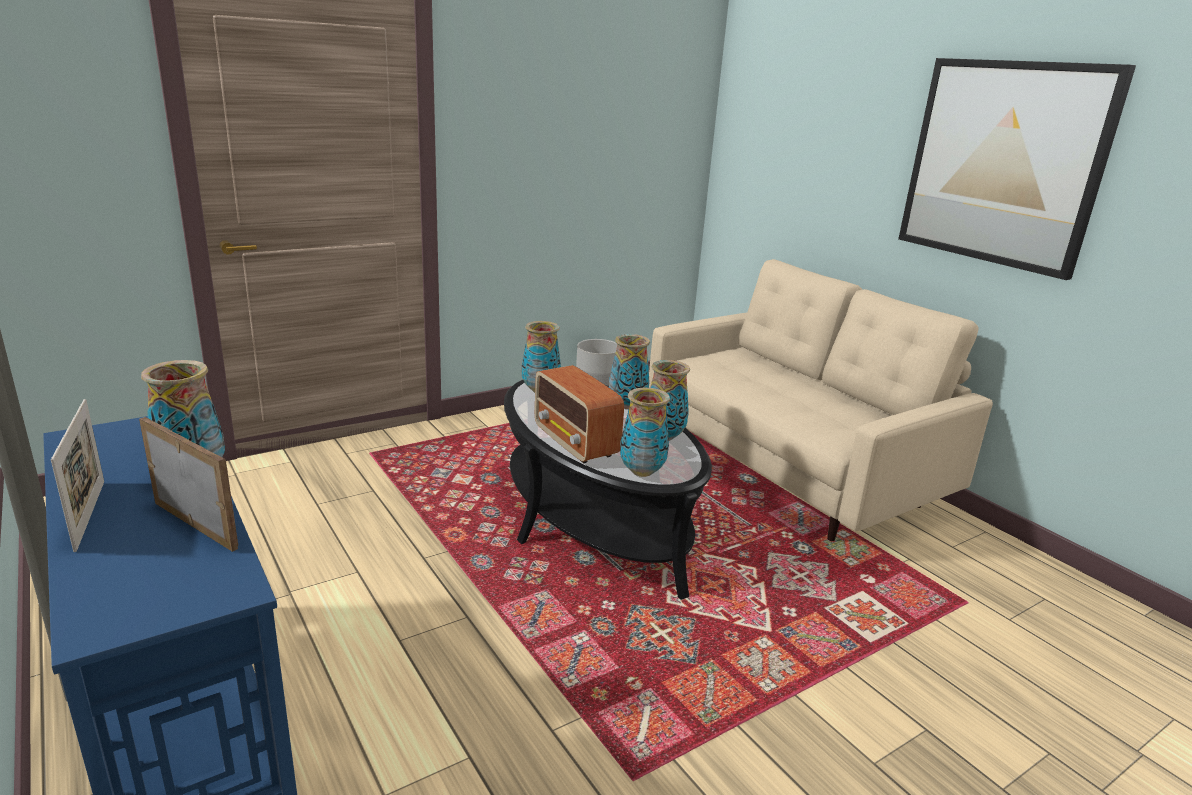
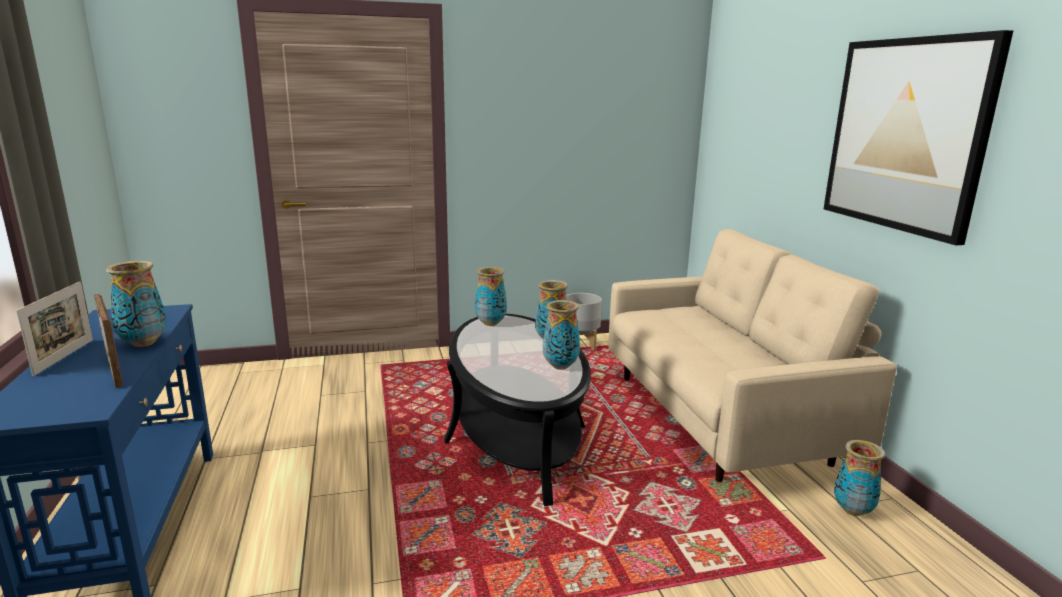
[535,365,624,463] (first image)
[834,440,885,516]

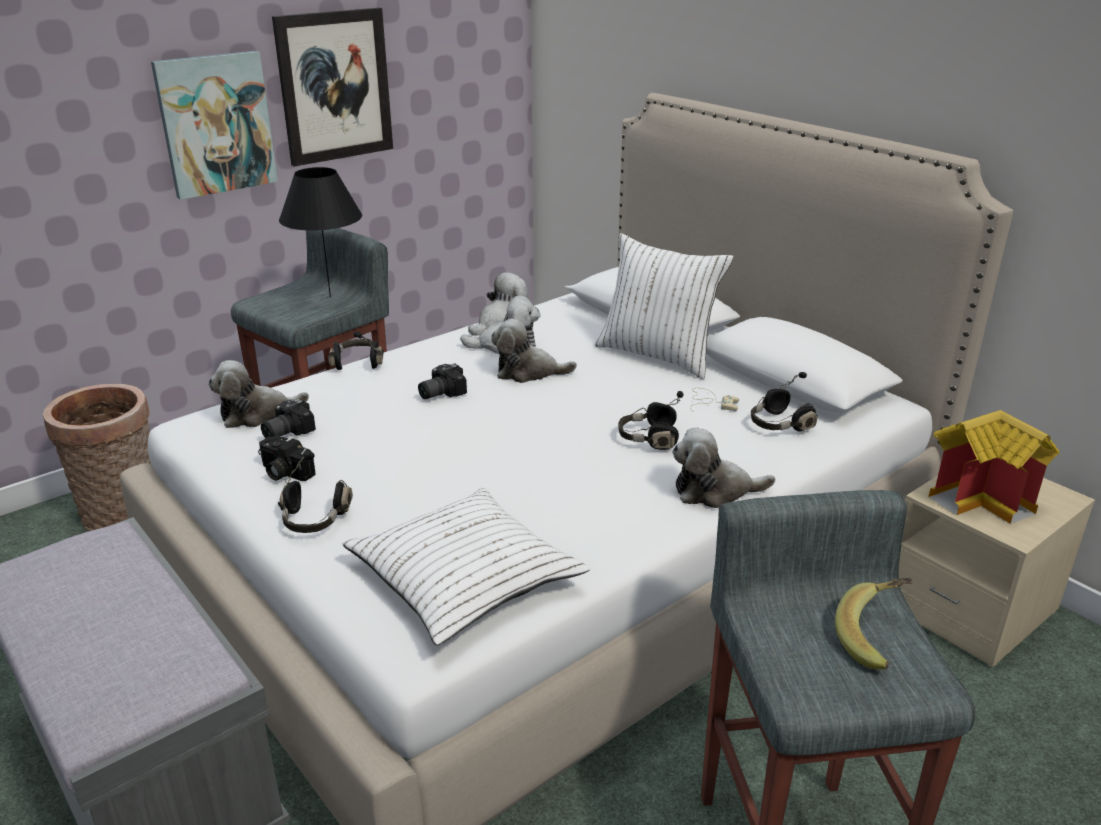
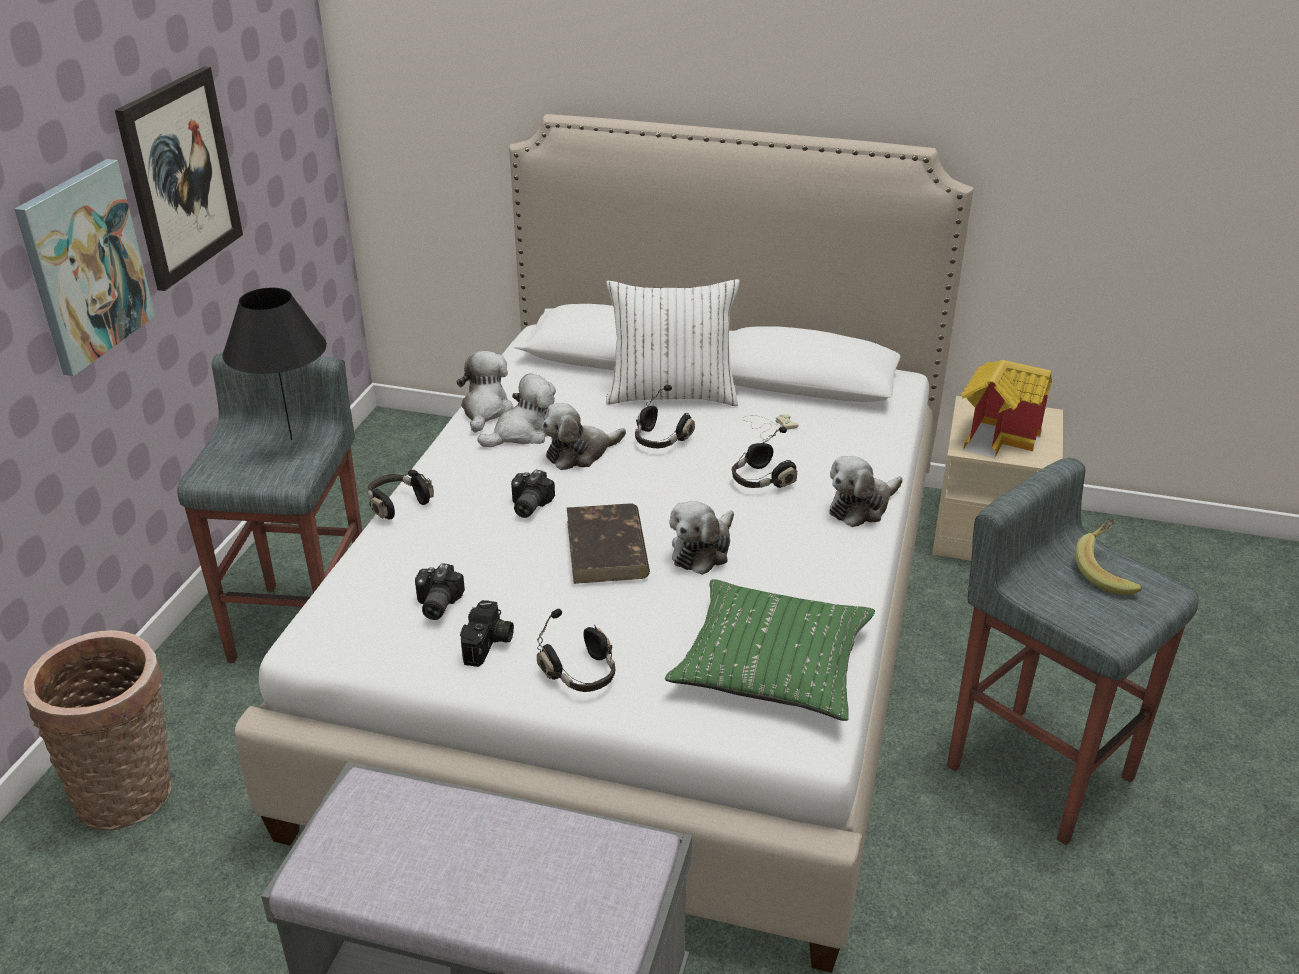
[669,501,734,575]
[635,385,695,449]
[460,600,514,667]
[665,579,875,721]
[567,503,650,584]

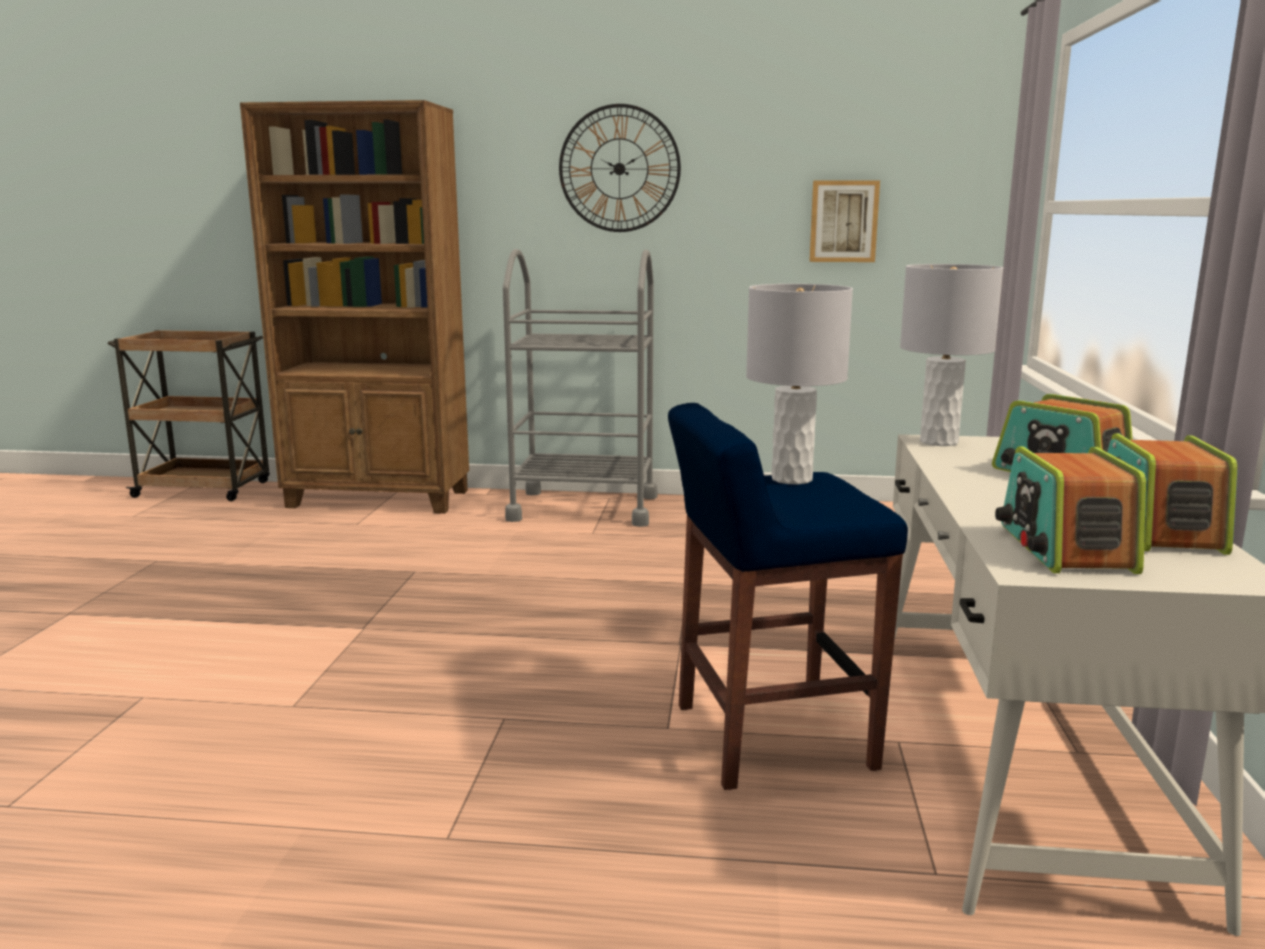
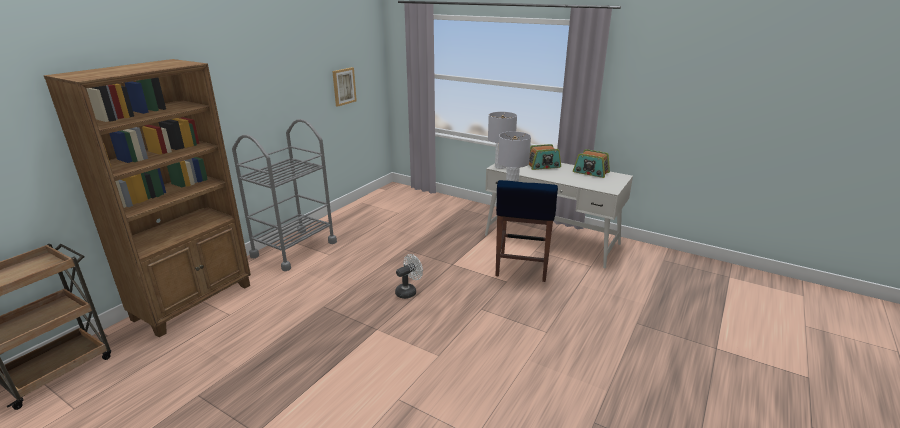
[559,104,681,232] (first image)
[995,447,1146,574] (first image)
[395,254,423,299]

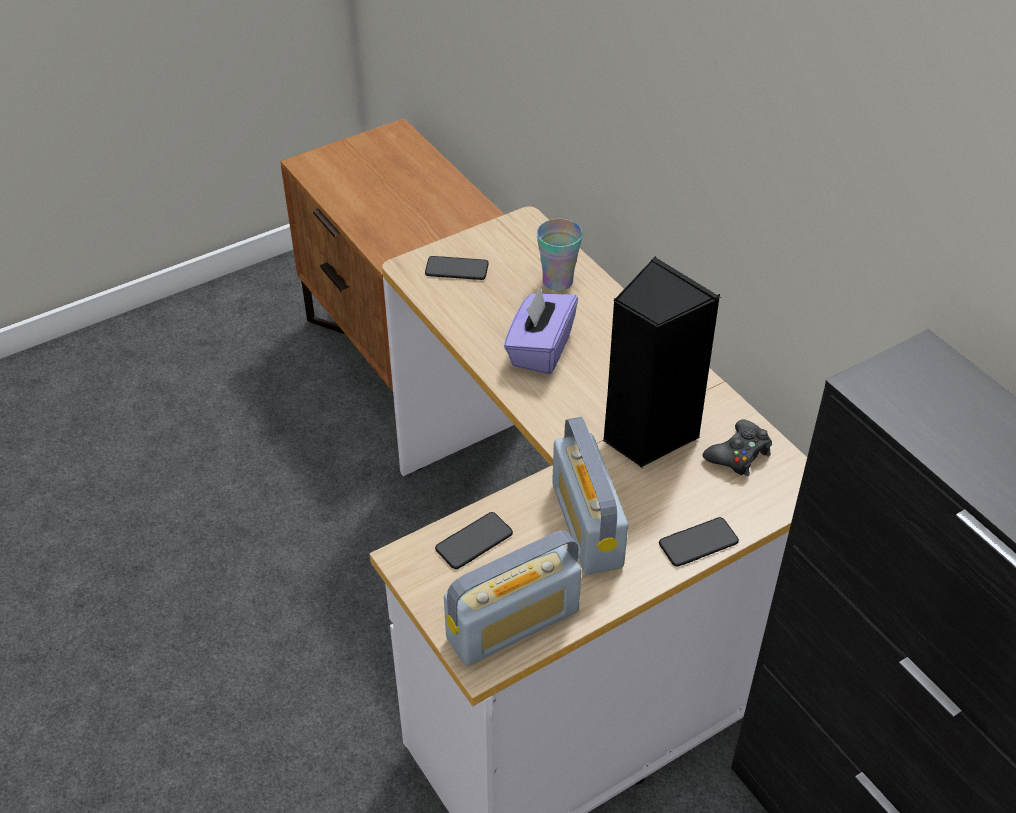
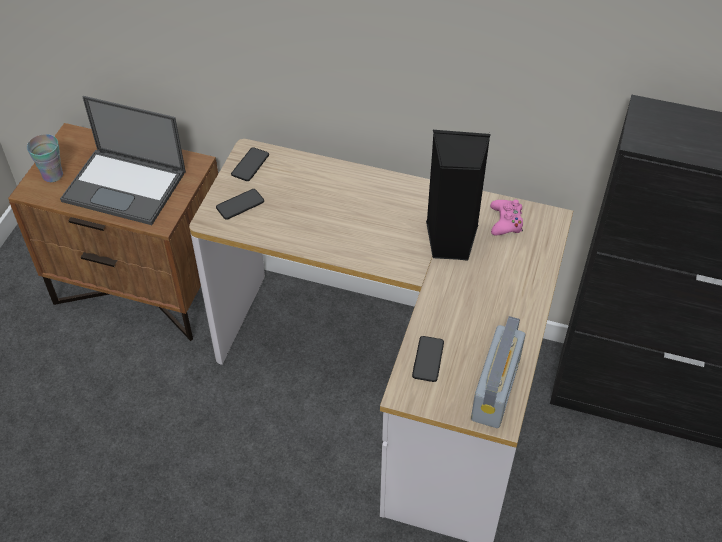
[27,134,63,182]
[504,288,578,374] (first image)
[552,417,628,575] (first image)
[490,200,523,235]
[231,147,269,181]
[60,96,186,225]

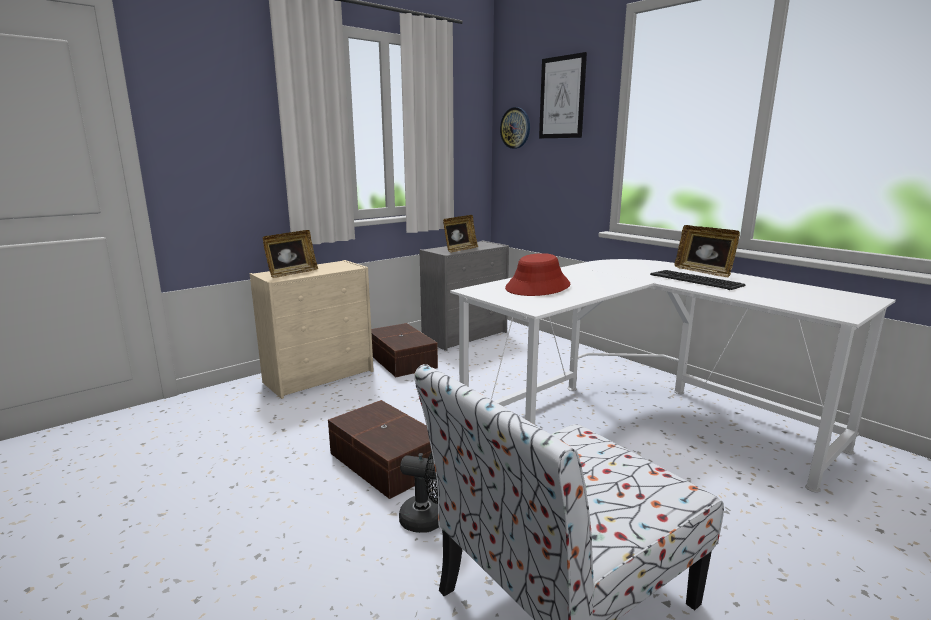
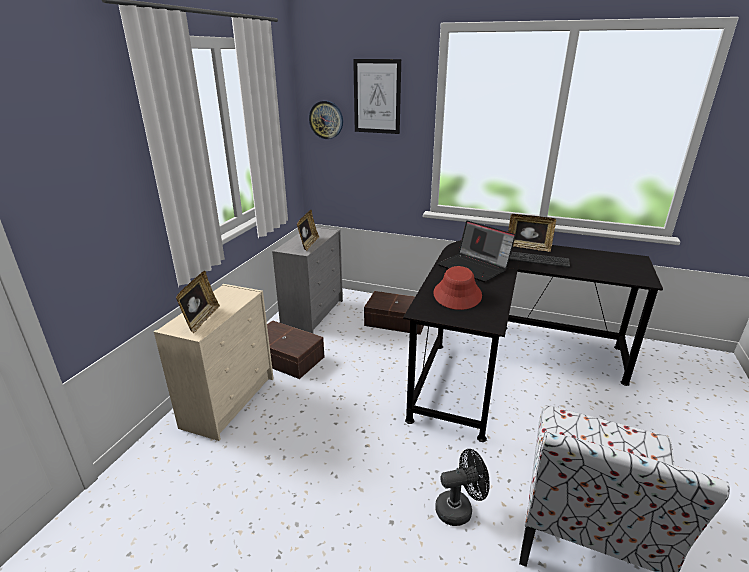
[403,240,663,442]
[364,291,424,335]
[438,221,516,282]

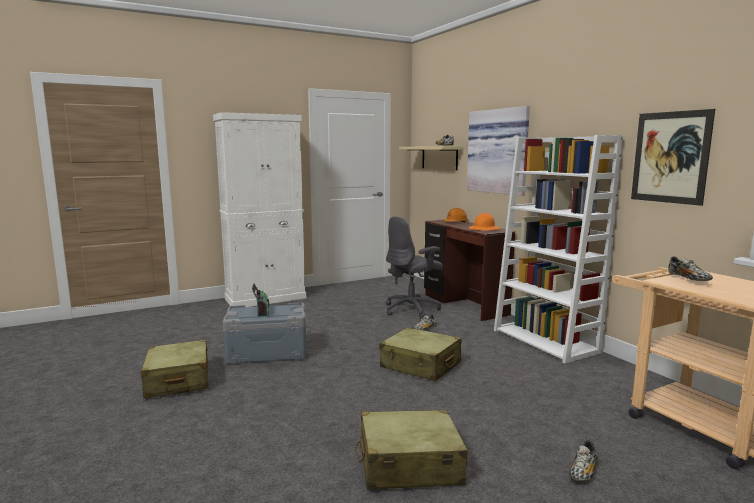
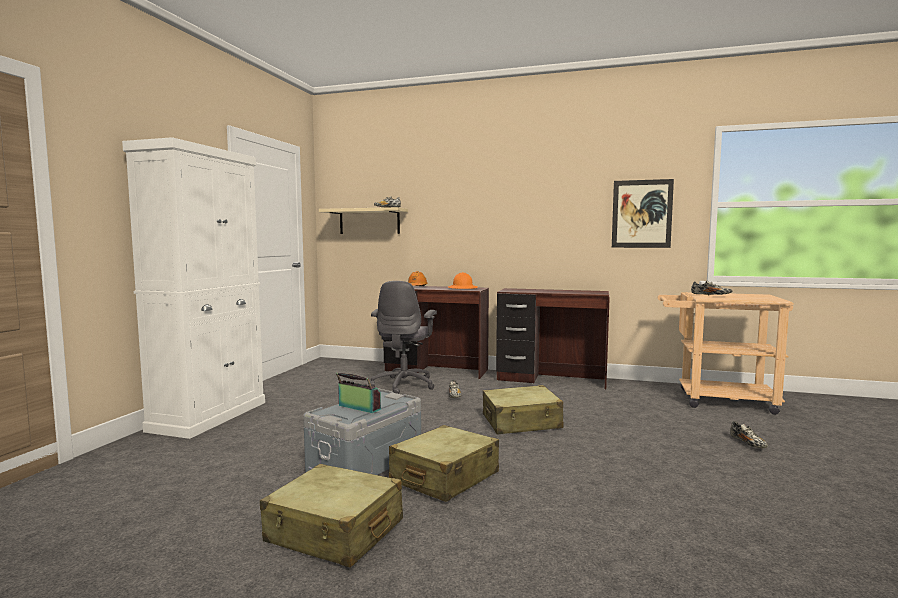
[467,106,530,196] (first image)
[496,288,610,390]
[389,425,499,502]

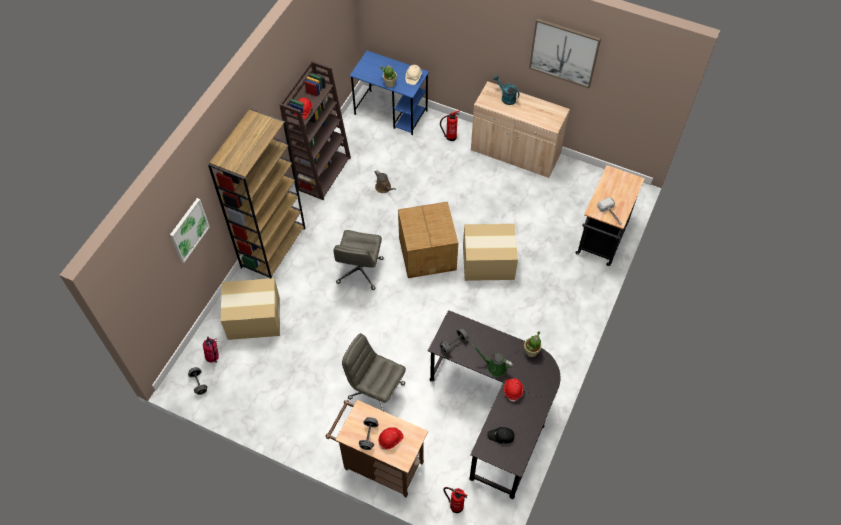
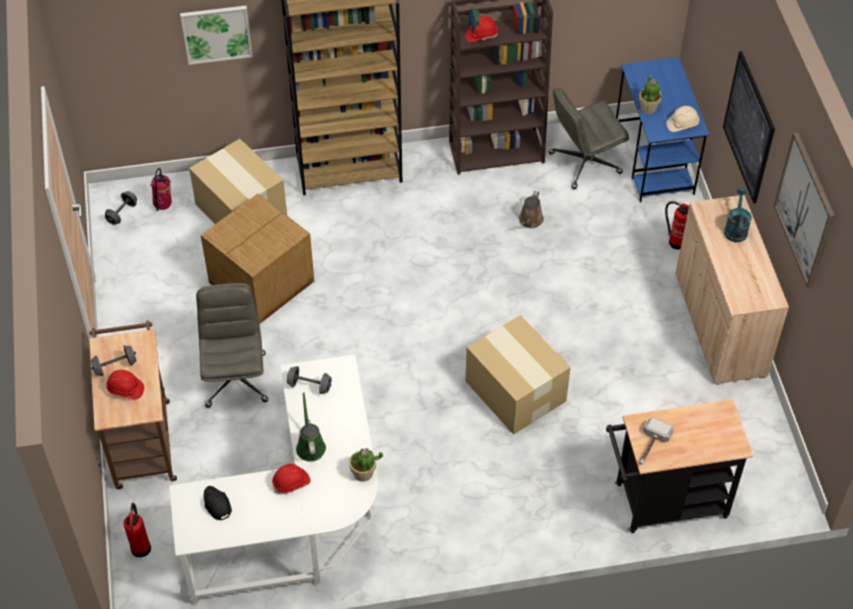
[201,194,314,324]
[549,88,629,189]
[169,355,378,605]
[723,51,775,203]

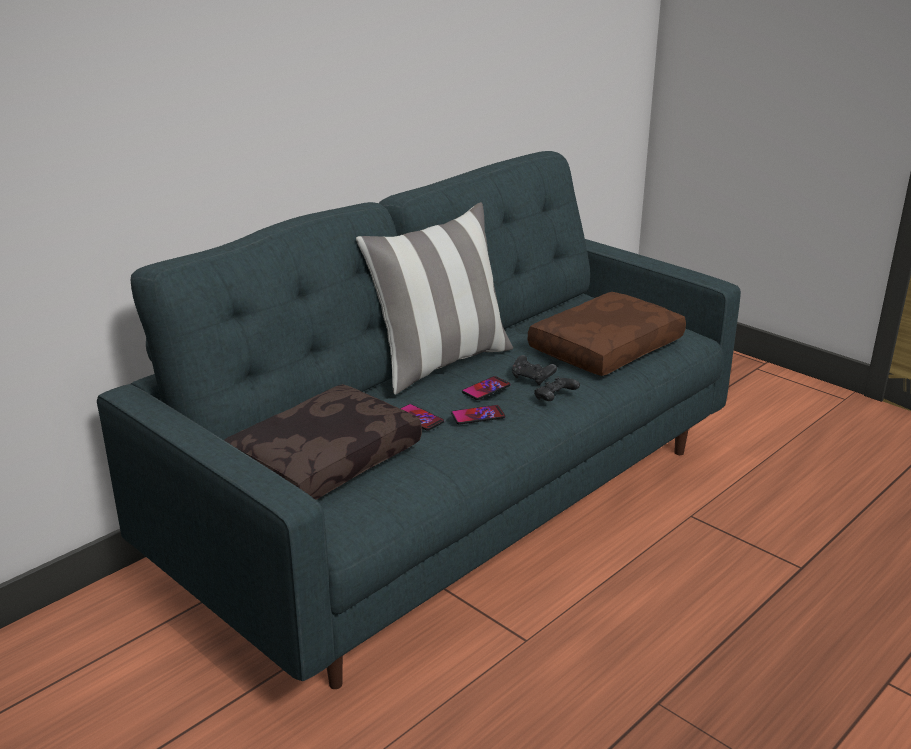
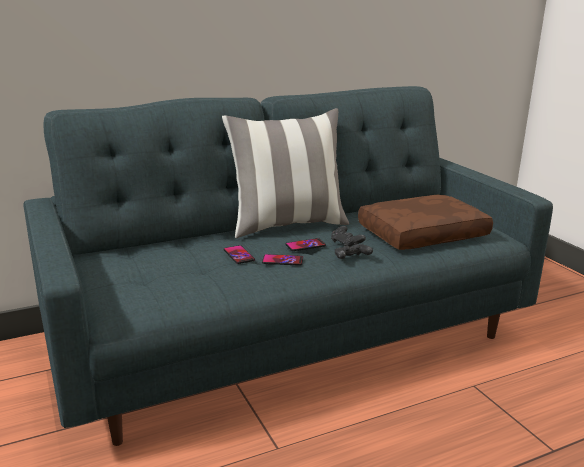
[224,384,422,500] (first image)

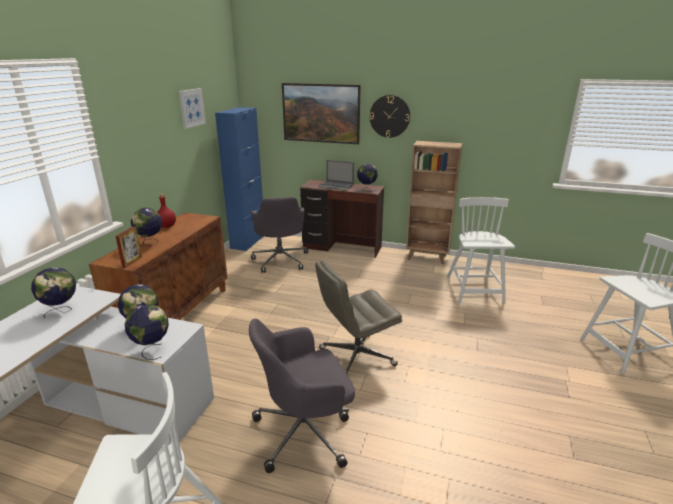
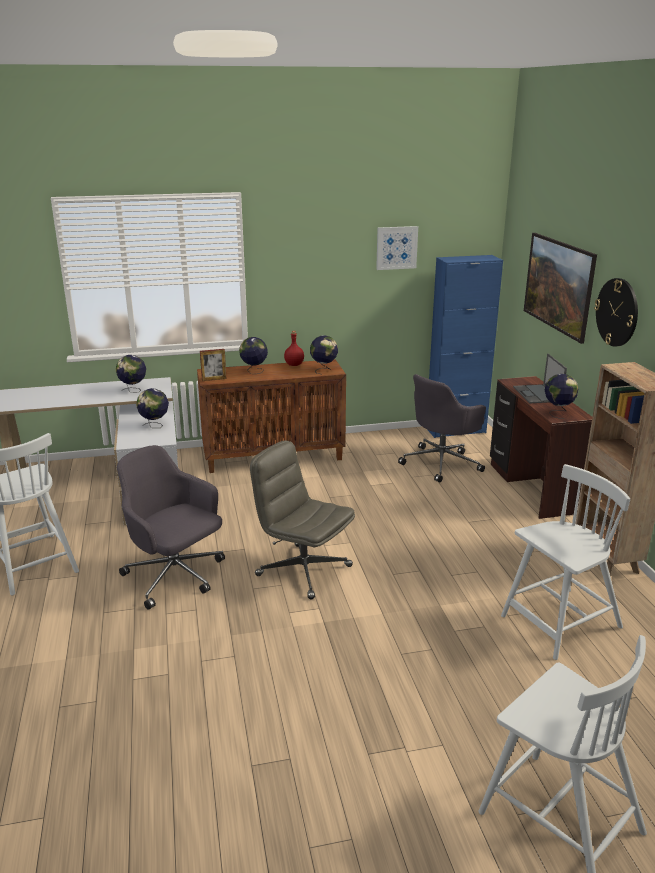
[310,335,338,374]

